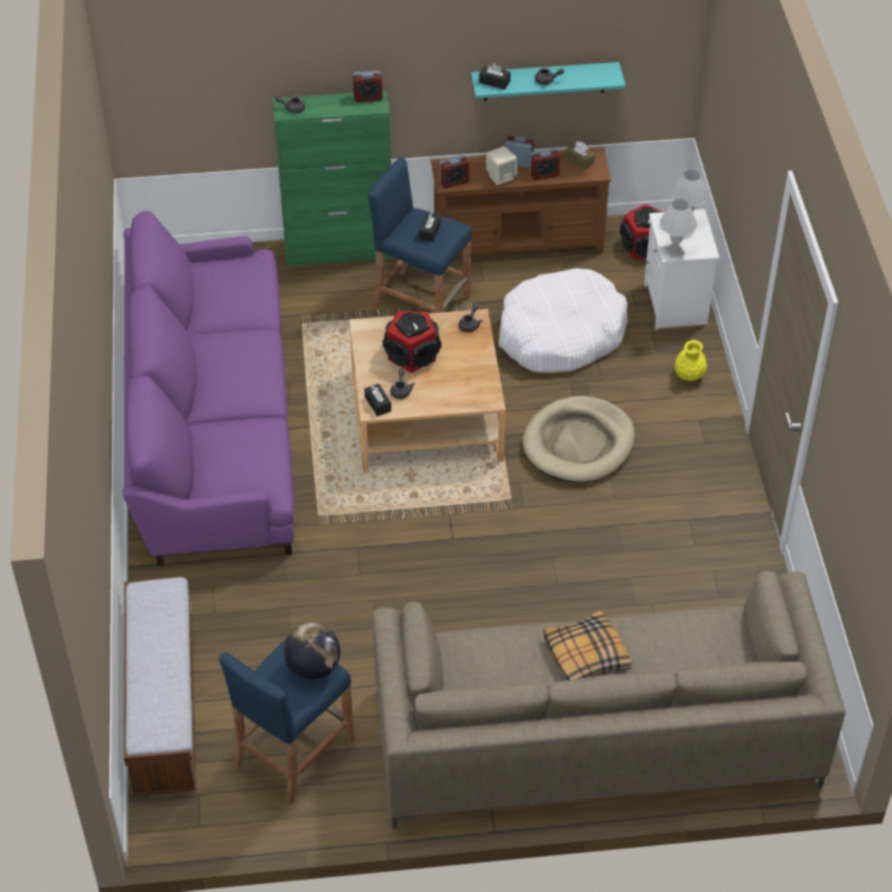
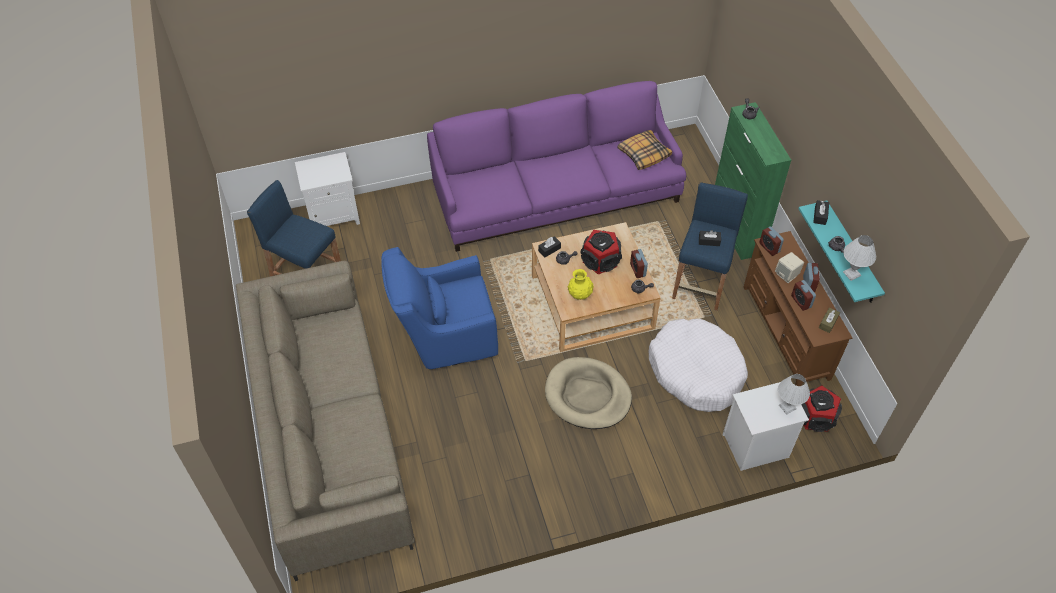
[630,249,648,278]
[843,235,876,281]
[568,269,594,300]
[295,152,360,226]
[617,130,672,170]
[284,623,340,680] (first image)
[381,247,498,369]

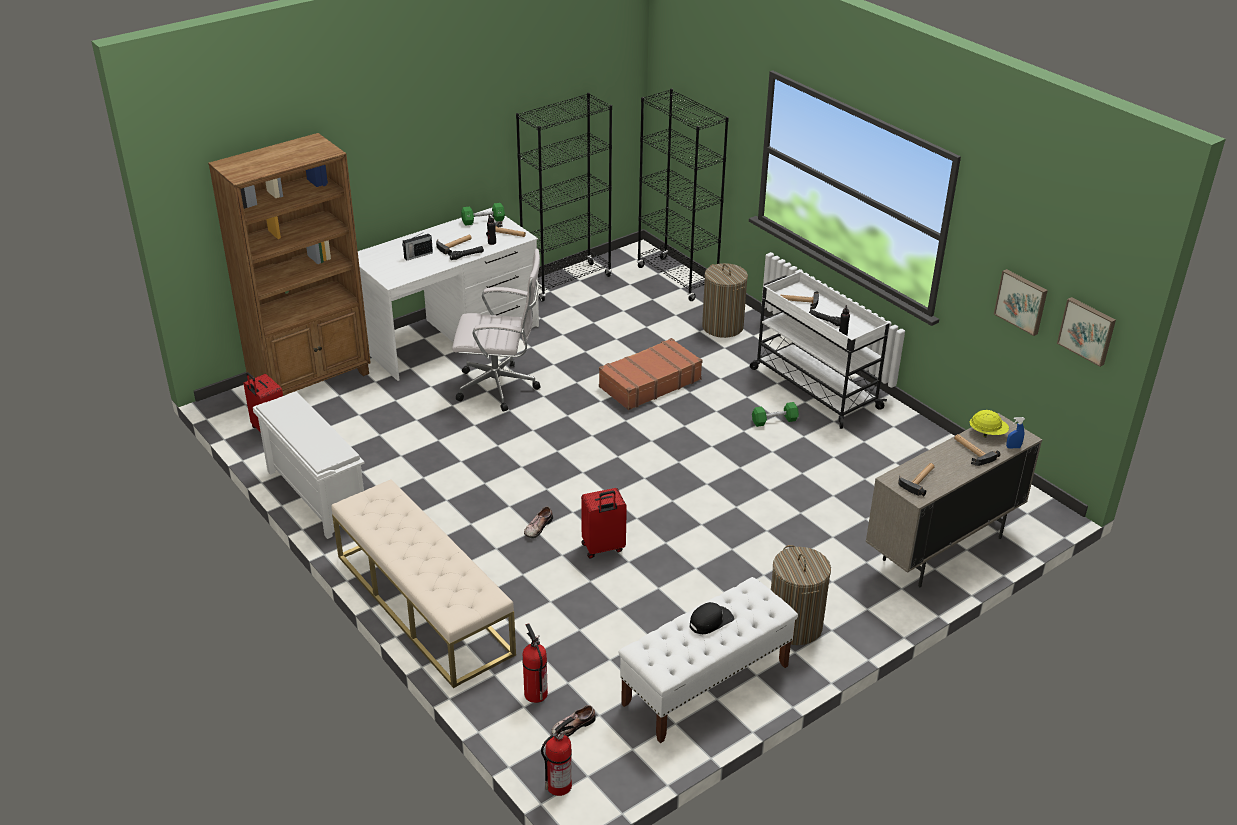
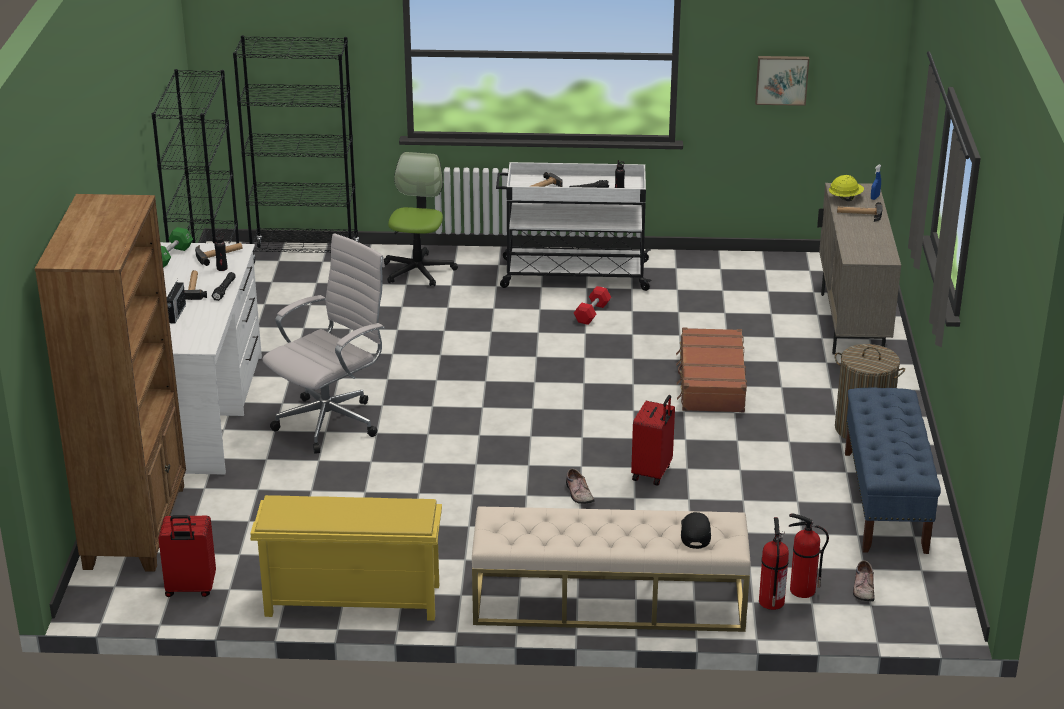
[384,152,458,286]
[1057,297,1116,367] (first image)
[676,327,747,412]
[250,495,442,621]
[574,286,611,325]
[898,463,934,496] (first image)
[845,387,941,554]
[681,512,711,549]
[759,517,789,610]

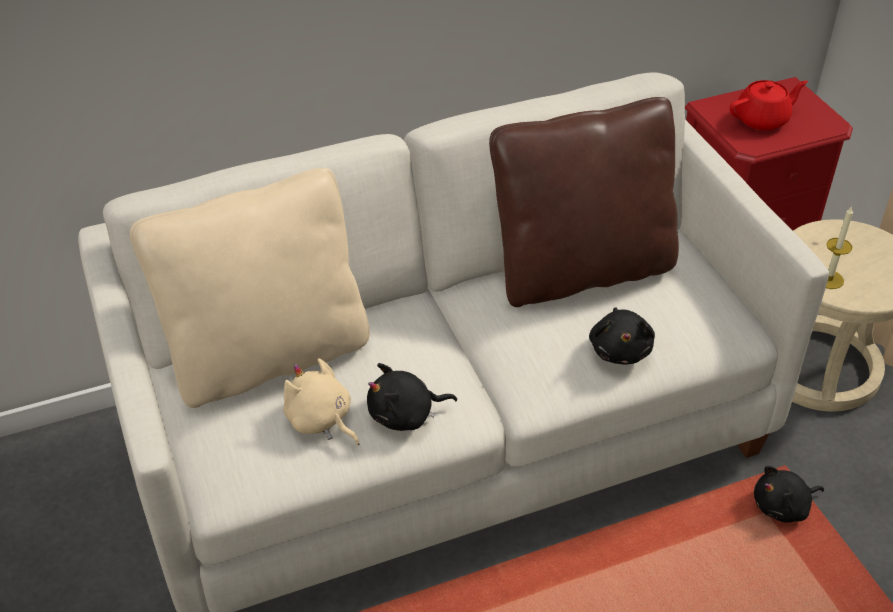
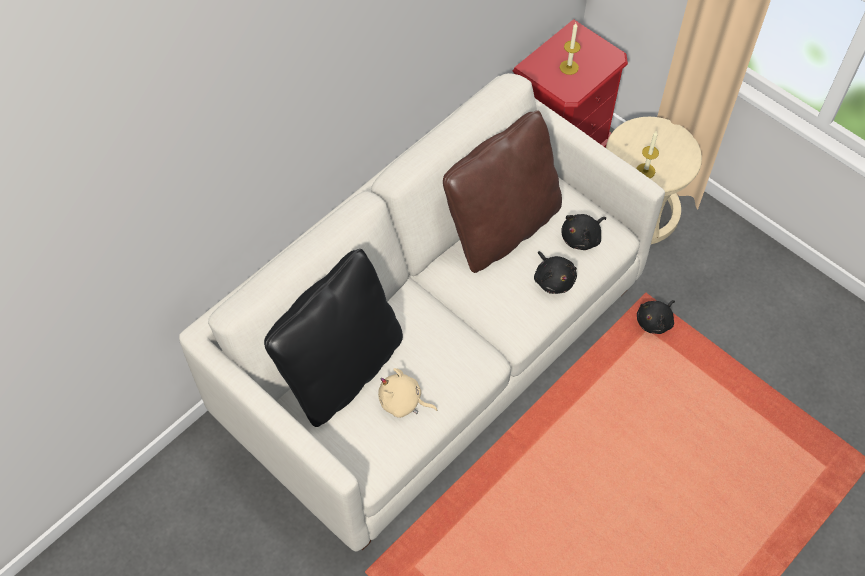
[560,23,581,75]
[264,249,403,427]
[561,214,606,250]

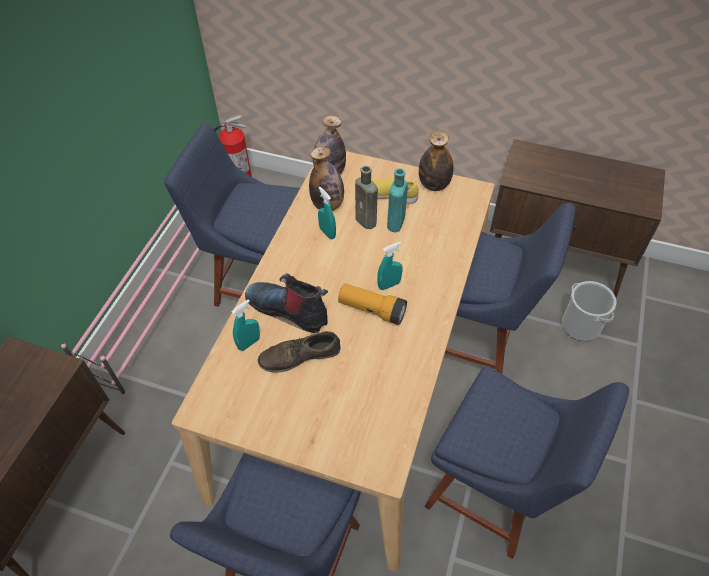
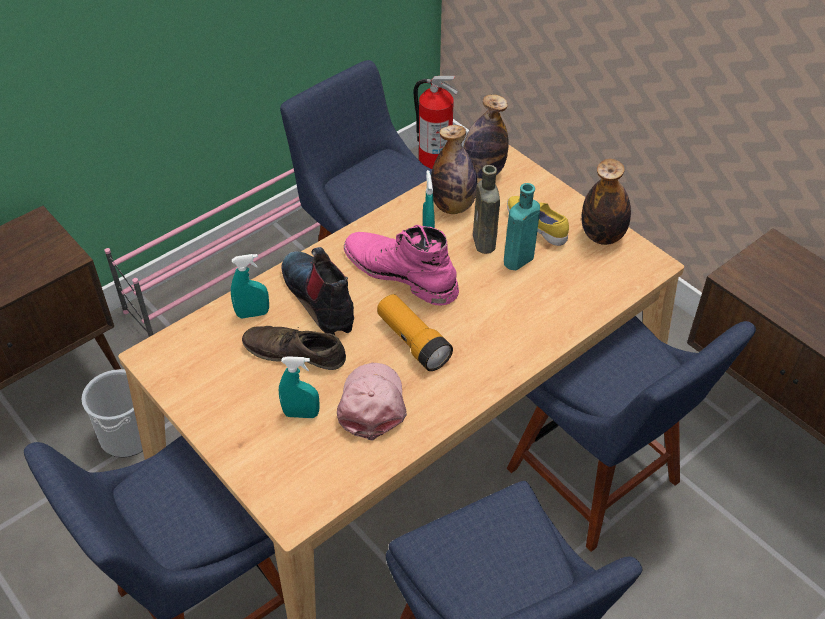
[279,356,320,418]
[81,369,143,457]
[344,225,459,305]
[337,363,407,441]

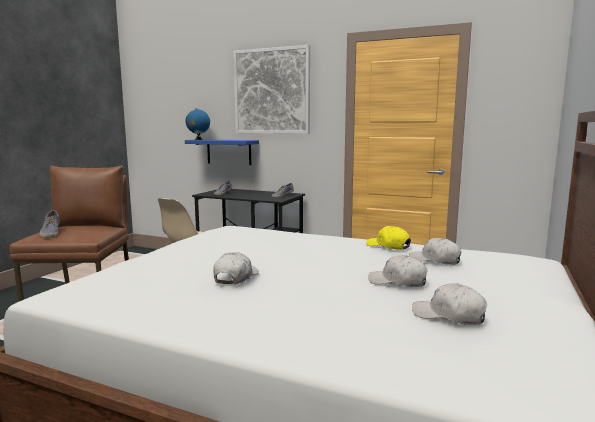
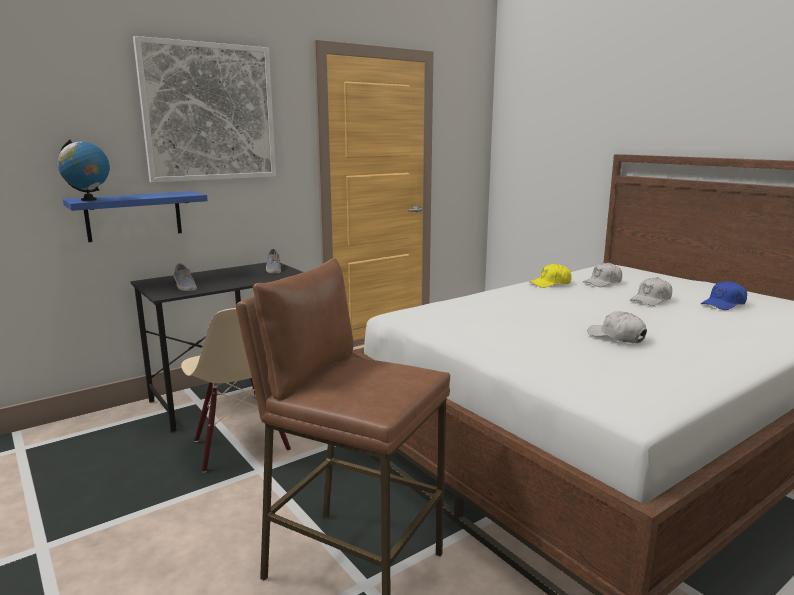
[40,210,60,238] (first image)
[701,281,747,310]

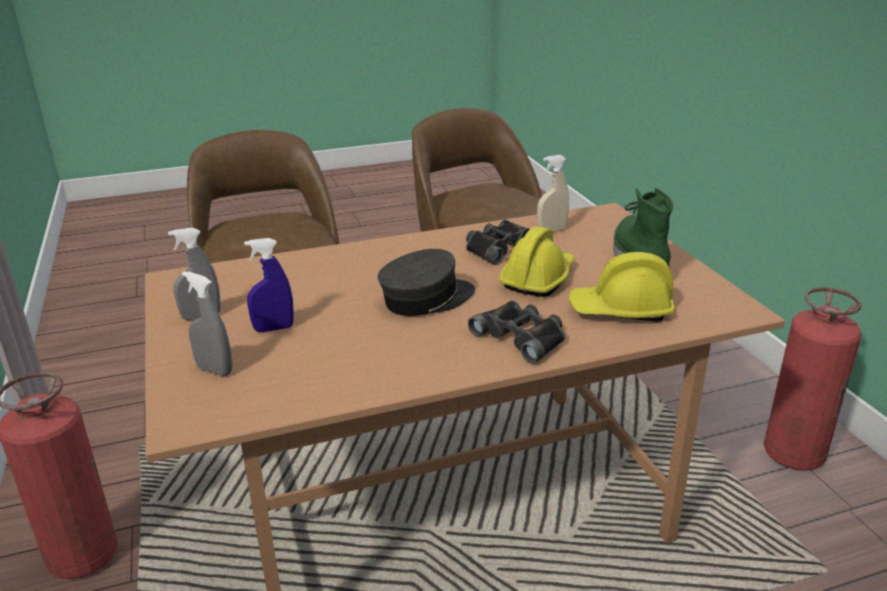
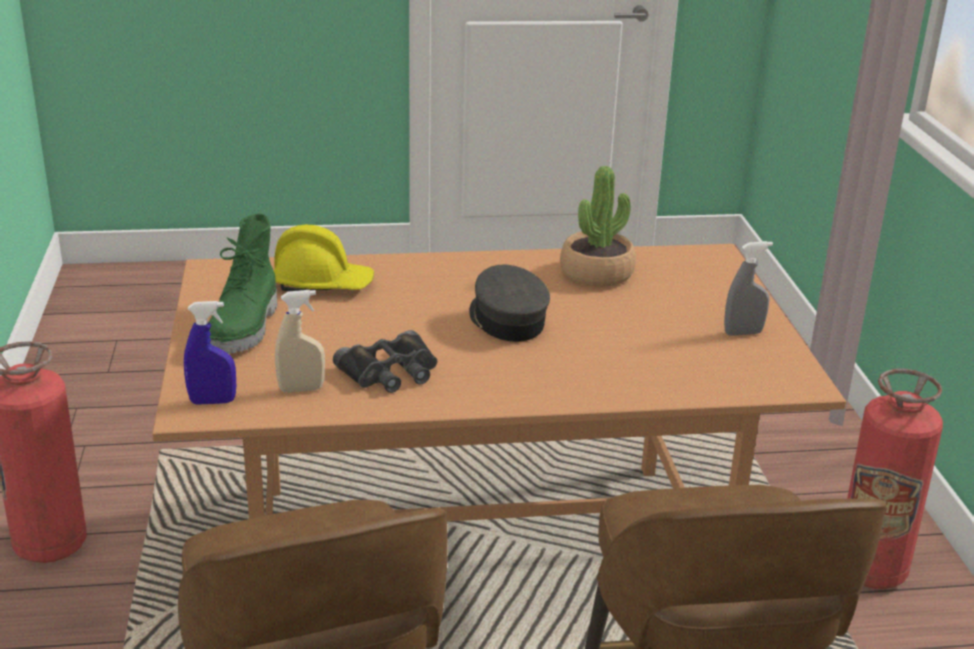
[499,226,575,297] (first image)
[184,301,236,405]
[469,265,550,342]
[182,271,232,376] (first image)
[468,300,565,363] (first image)
[560,166,636,287]

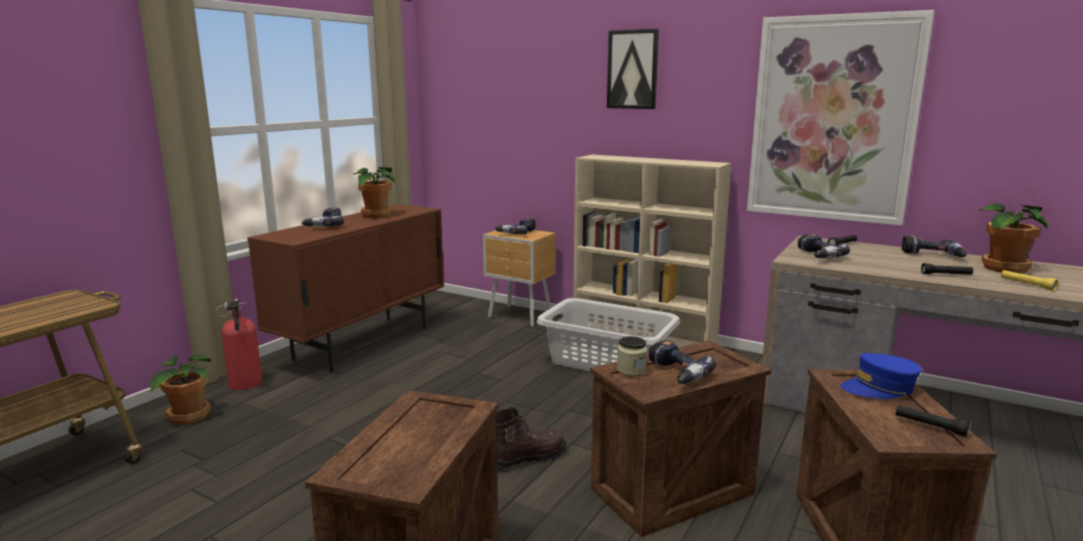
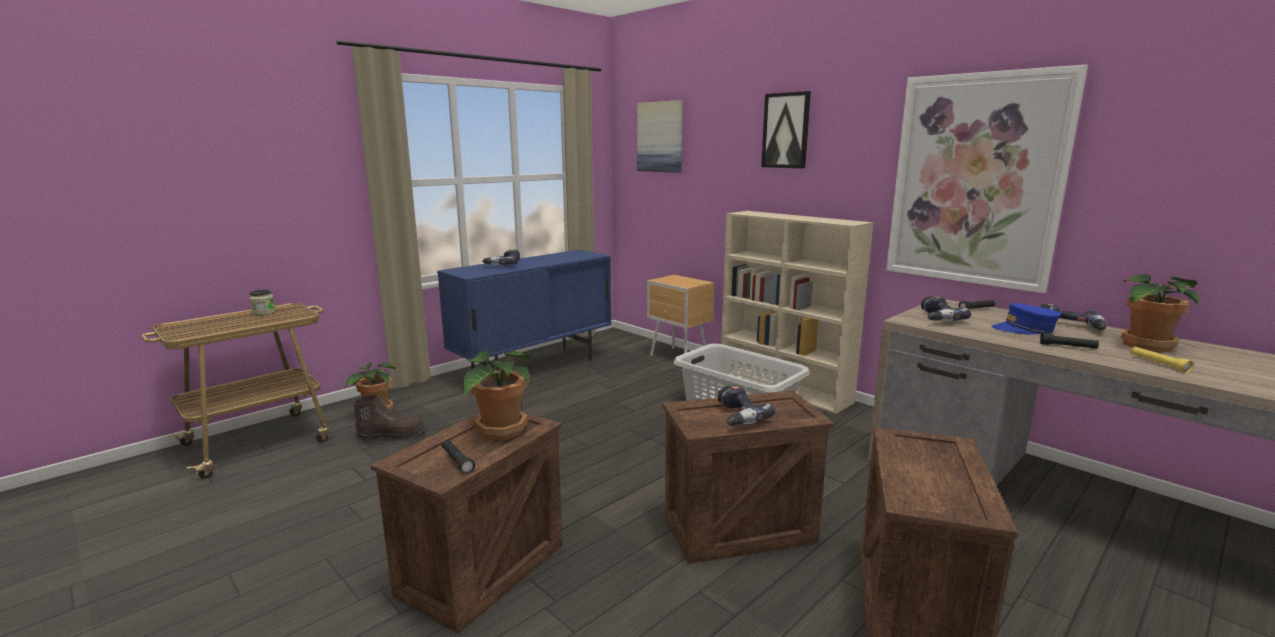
[463,350,531,440]
[437,250,611,370]
[495,218,535,234] (first image)
[216,299,262,390] (first image)
[249,290,276,315]
[992,303,1061,335]
[442,440,475,474]
[353,394,425,440]
[637,100,683,173]

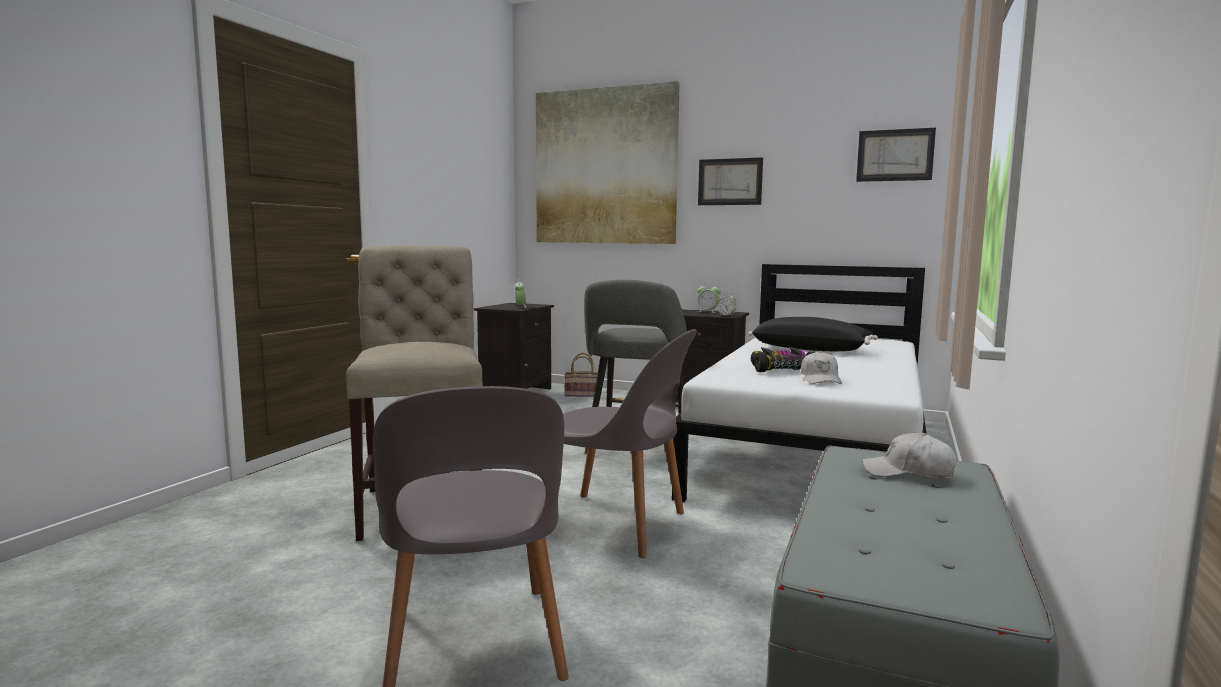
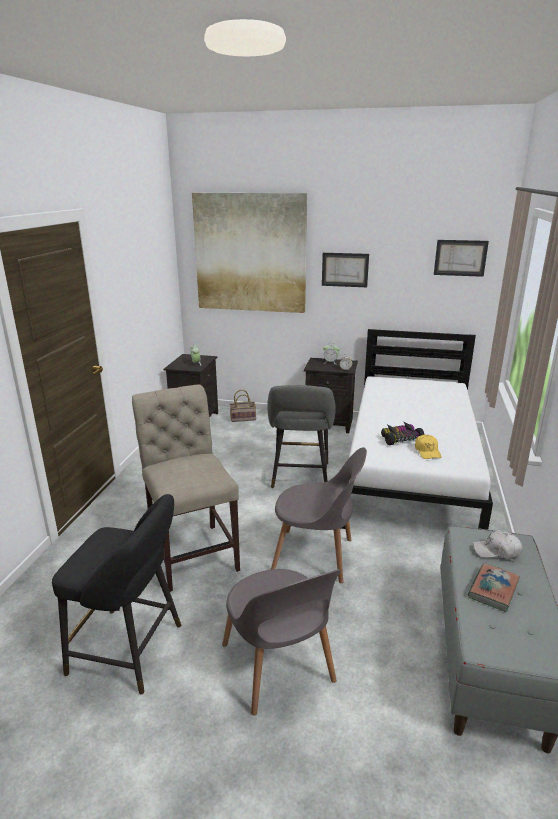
[748,317,878,351] (first image)
[415,435,441,459]
[52,494,181,694]
[468,563,520,612]

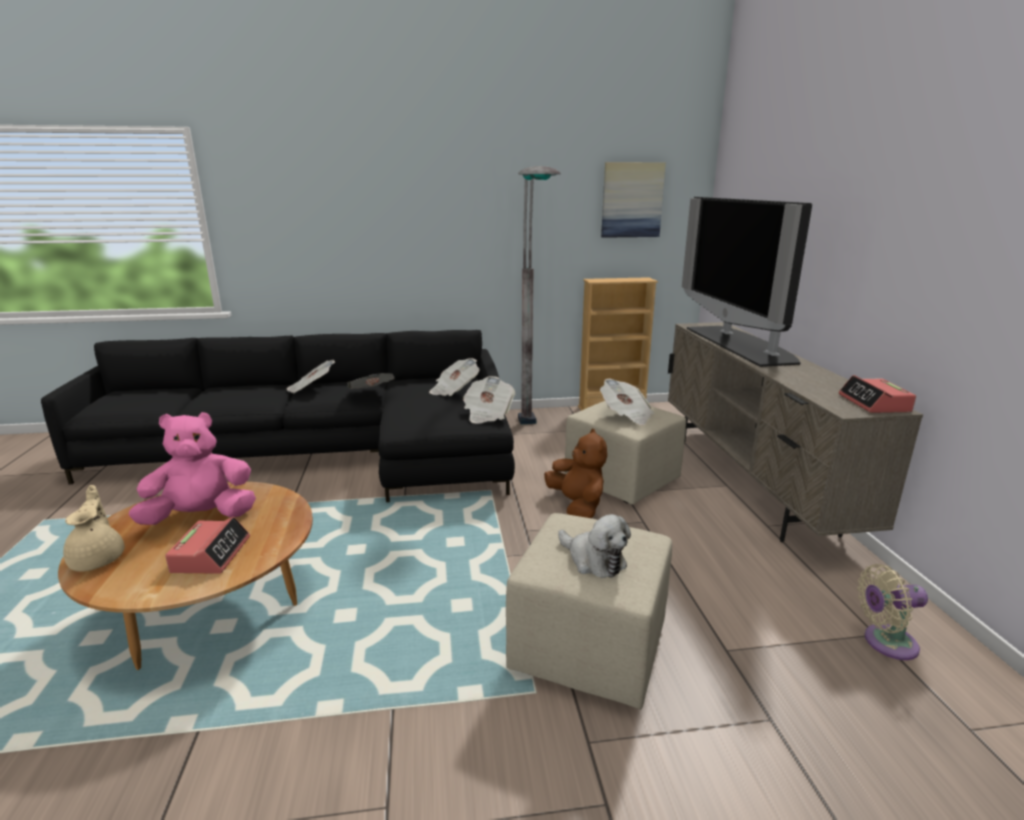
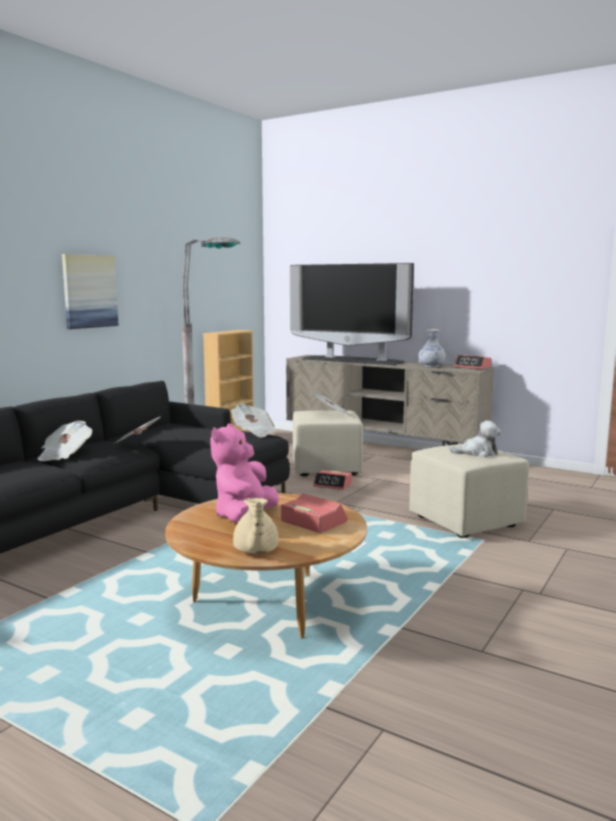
[62,254,119,329]
[429,358,480,396] (first image)
[313,470,352,490]
[233,498,278,554]
[857,564,928,660] (first image)
[418,329,446,367]

